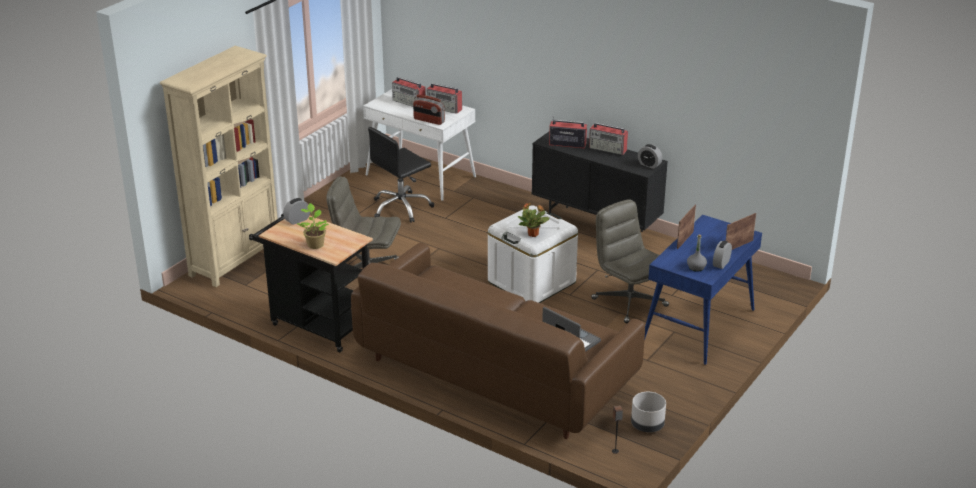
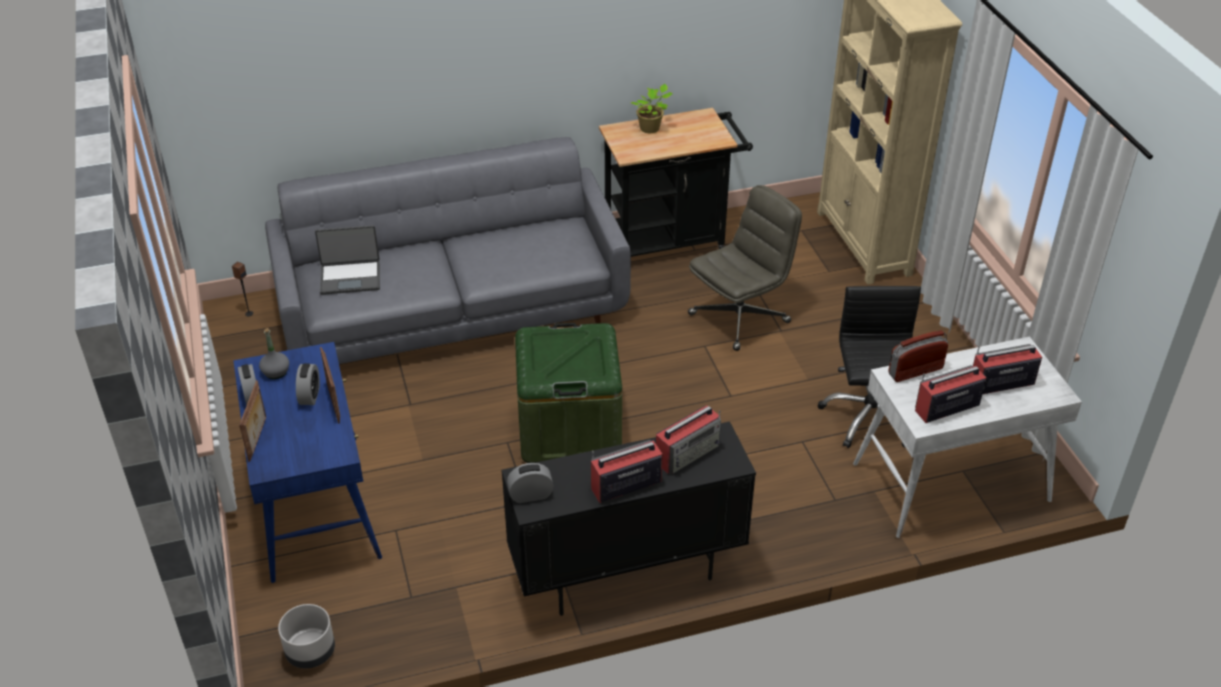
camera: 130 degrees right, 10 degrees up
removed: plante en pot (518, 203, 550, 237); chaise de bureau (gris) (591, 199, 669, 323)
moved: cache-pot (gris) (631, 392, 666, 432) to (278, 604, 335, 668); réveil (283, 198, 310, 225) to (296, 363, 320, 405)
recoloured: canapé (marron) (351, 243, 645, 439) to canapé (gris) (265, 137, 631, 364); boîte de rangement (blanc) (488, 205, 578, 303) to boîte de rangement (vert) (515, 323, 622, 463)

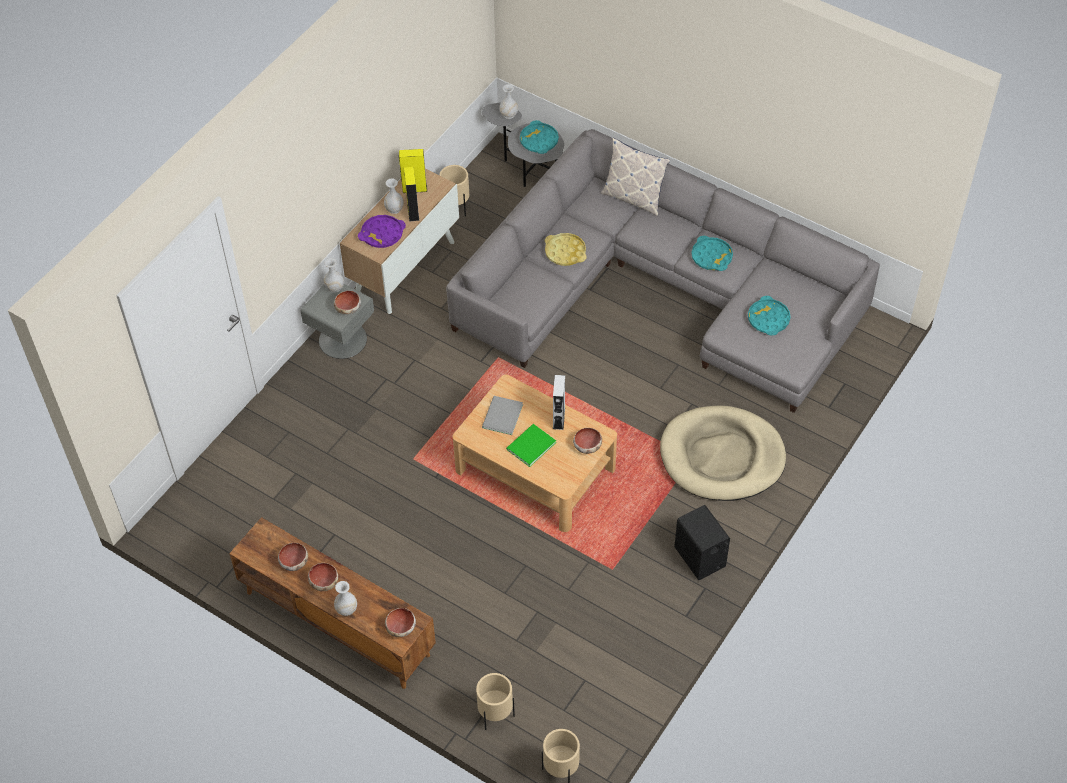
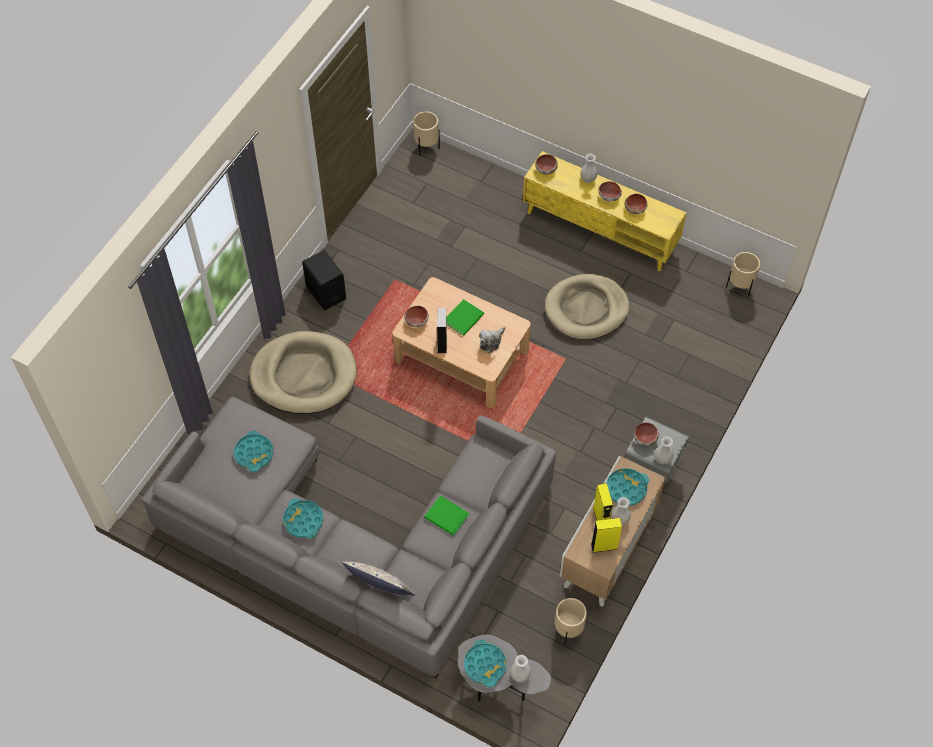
camera: 175 degrees right, 5 degrees up
added: panier pour chien (beige) (545, 274, 629, 340)
moved: cache-pot (beige) (476, 673, 515, 730) to (726, 252, 760, 297)
replaced: plateau (jaune) (545, 233, 587, 266) to livre (vert) (424, 495, 470, 536); livre (gris) (482, 396, 523, 435) to peluche (479, 327, 505, 353)
recoloured: meuble télé (marron) (229, 517, 436, 689) to meuble télé (jaune) (523, 151, 686, 271); plateau (violet) (358, 215, 406, 248) to plateau (turquoise) (607, 468, 649, 506)

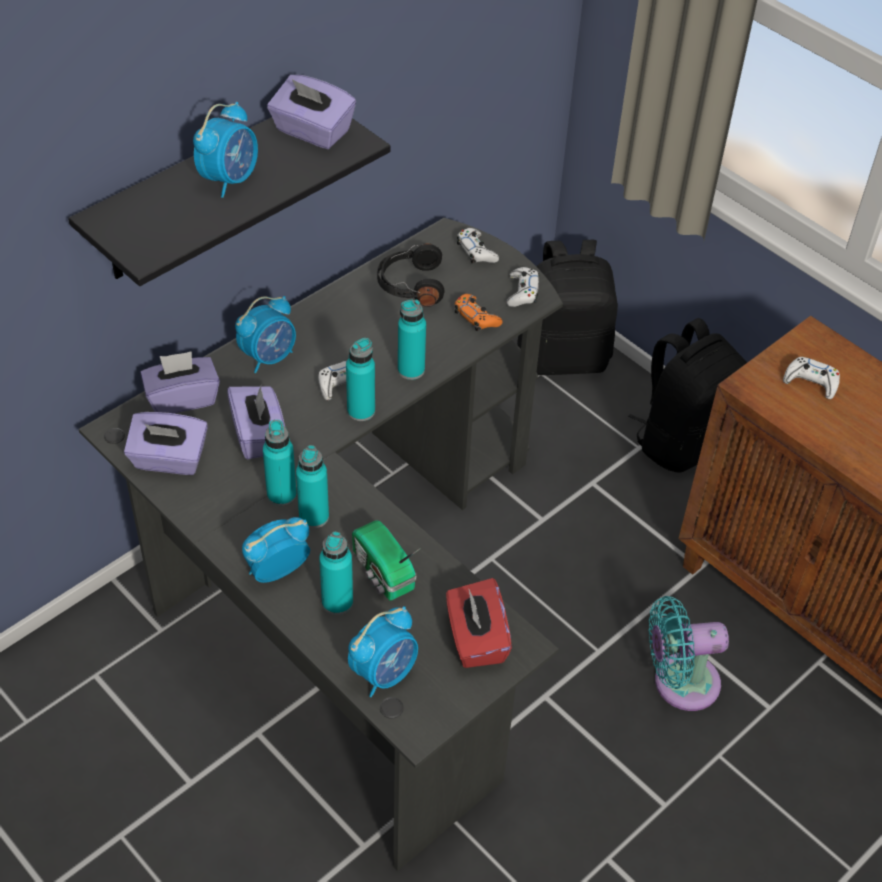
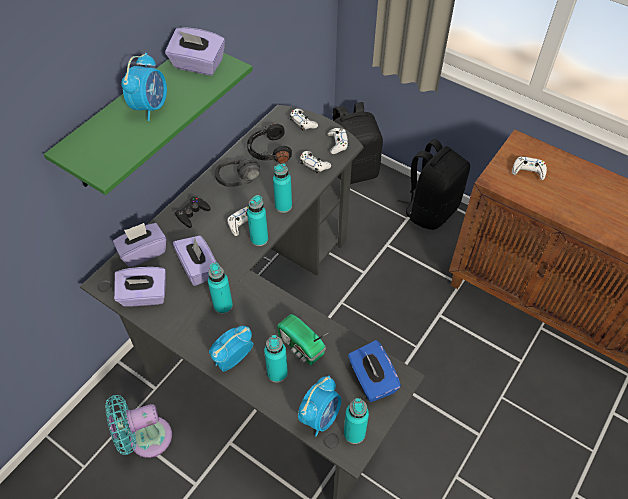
camera: 10 degrees left, 5 degrees up
added: casque audio (noir) (215, 158, 260, 187)
moved: ventilateur (turquoise) (649, 596, 729, 711) to (105, 395, 172, 458); bouteille (turquoise) (296, 445, 329, 528) to (344, 398, 369, 444)
replaced: réveil (235, 296, 296, 373) to manette (noir) (175, 197, 211, 228)
recoloured: étagère (noir) (68, 117, 391, 286) to étagère (vert) (44, 53, 253, 195); manette (orange) (455, 294, 502, 331) to manette (blanc) (300, 151, 331, 174); boîte à mouchoirs (rouge) (446, 578, 512, 668) to boîte à mouchoirs (bleu) (348, 340, 401, 402)

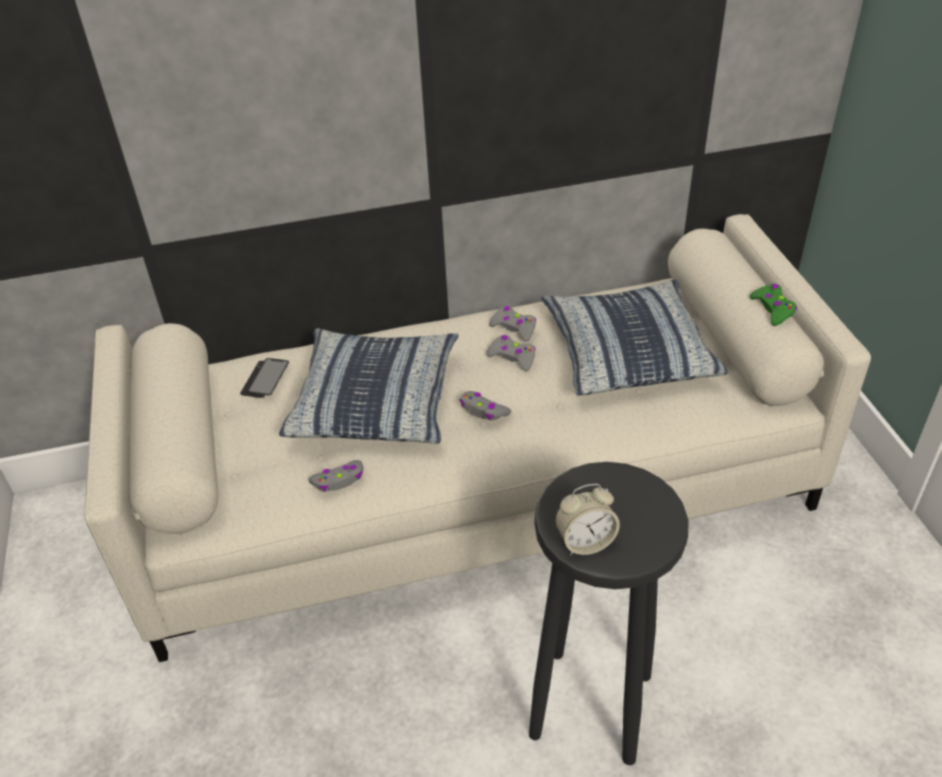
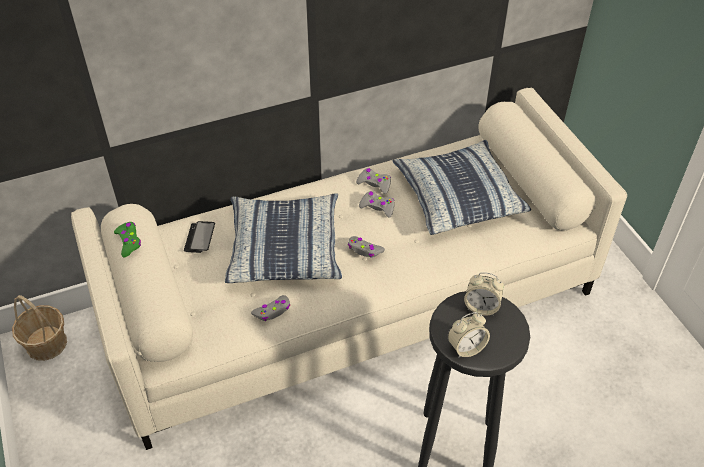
camera: 10 degrees left, 5 degrees up
added: panier (12, 295, 67, 361); réveil (464, 272, 504, 316)
moved: manette (vert) (750, 284, 797, 326) to (114, 222, 141, 258)

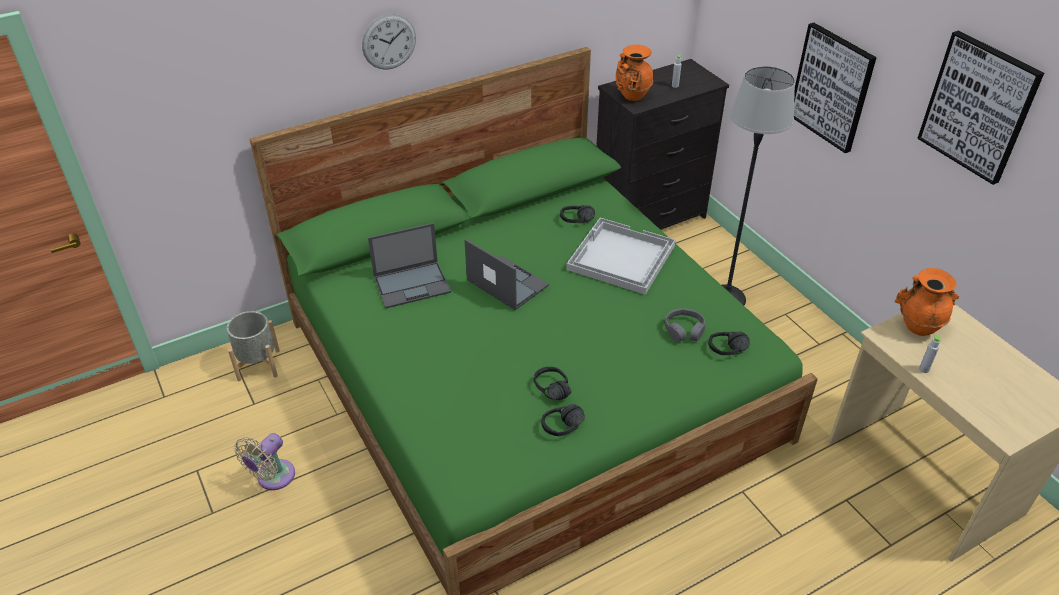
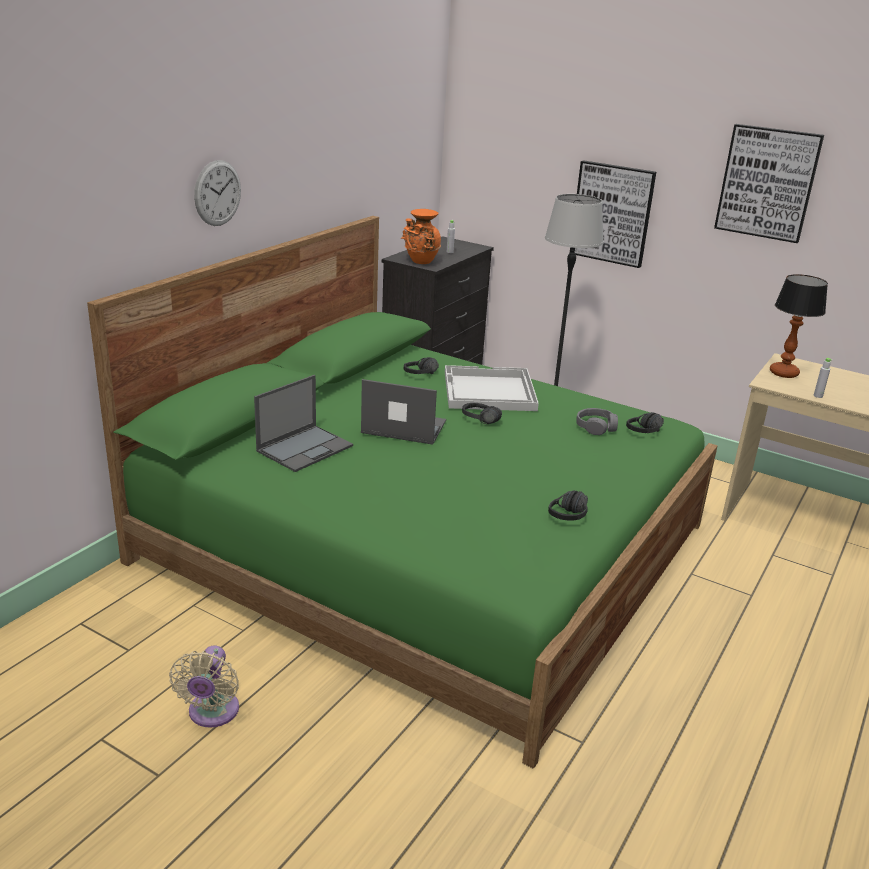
camera: 30 degrees left, 15 degrees down
removed: cache-pot (gris) (226, 311, 280, 381)
moved: casque audio (noir) (533, 367, 571, 400) to (462, 403, 502, 424)
replaced: vase (orange) (895, 268, 959, 336) to lampe de table (770, 274, 828, 378)

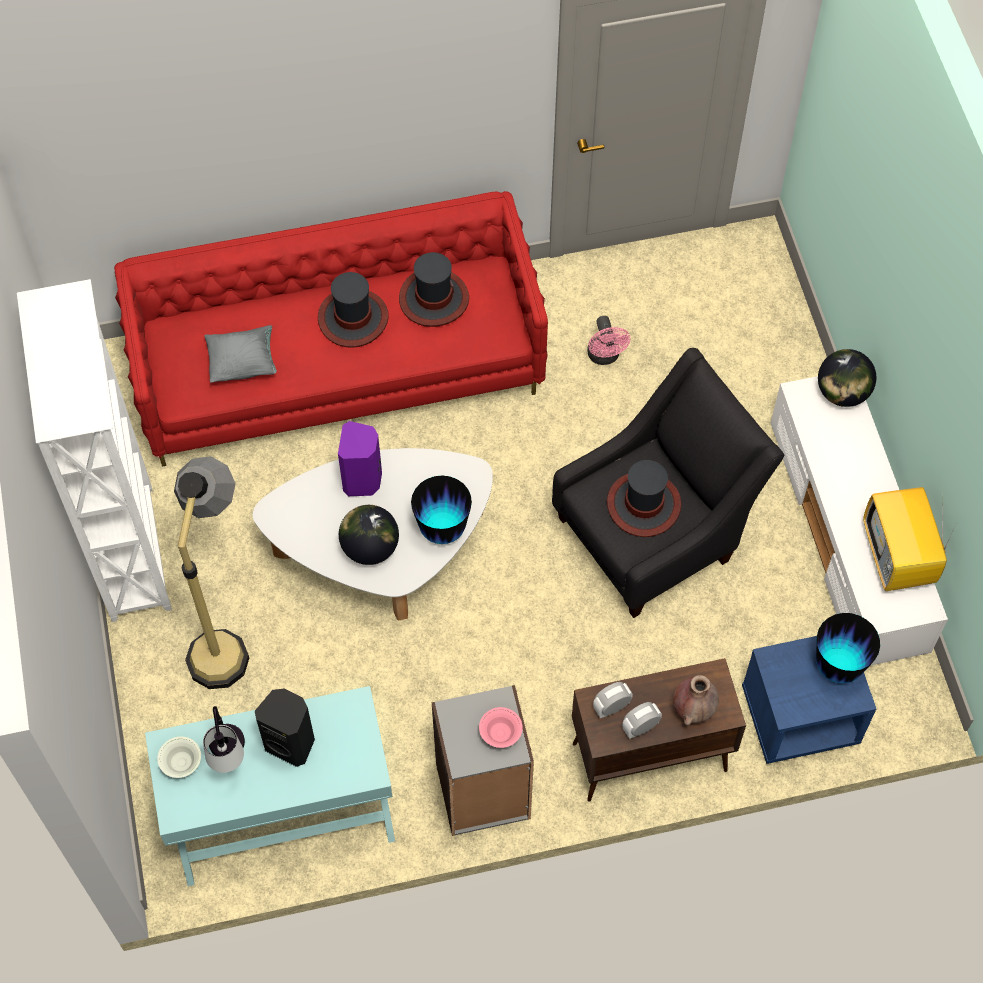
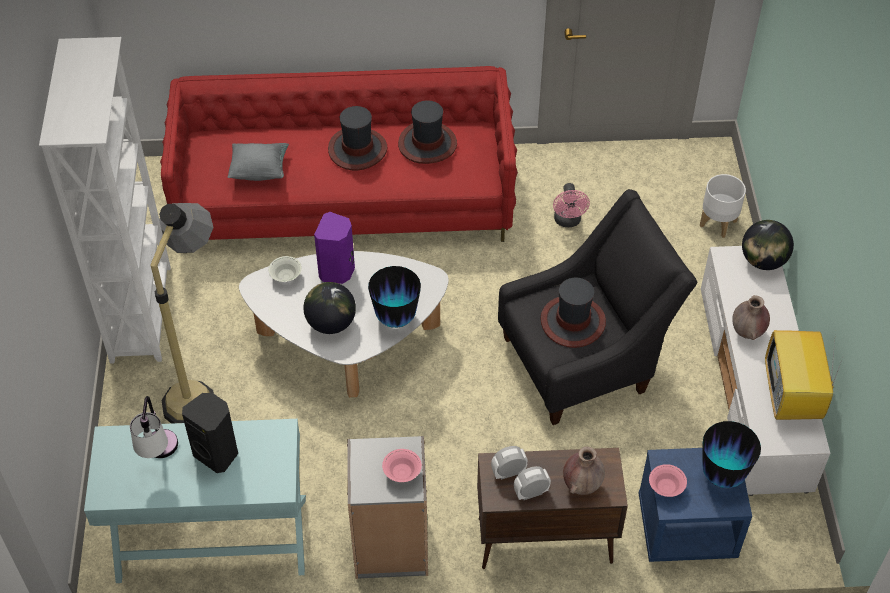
camera: 10 degrees right, 10 degrees down
added: bol (rose) (649, 464, 687, 497); cache-pot (blanc) (700, 174, 746, 238); vase (marron) (732, 295, 770, 340)
moved: bol (blanc) (157, 736, 201, 778) to (268, 256, 302, 282)

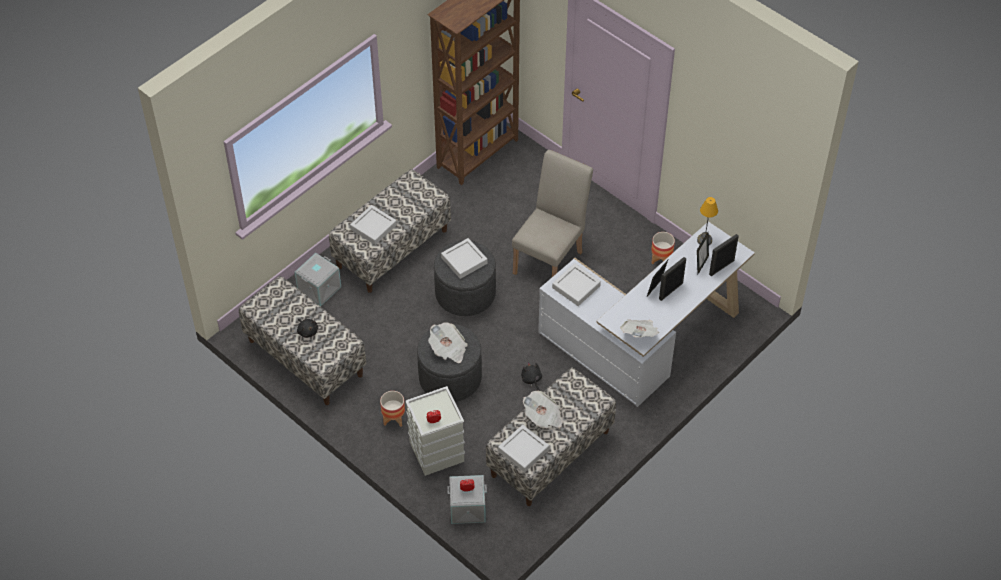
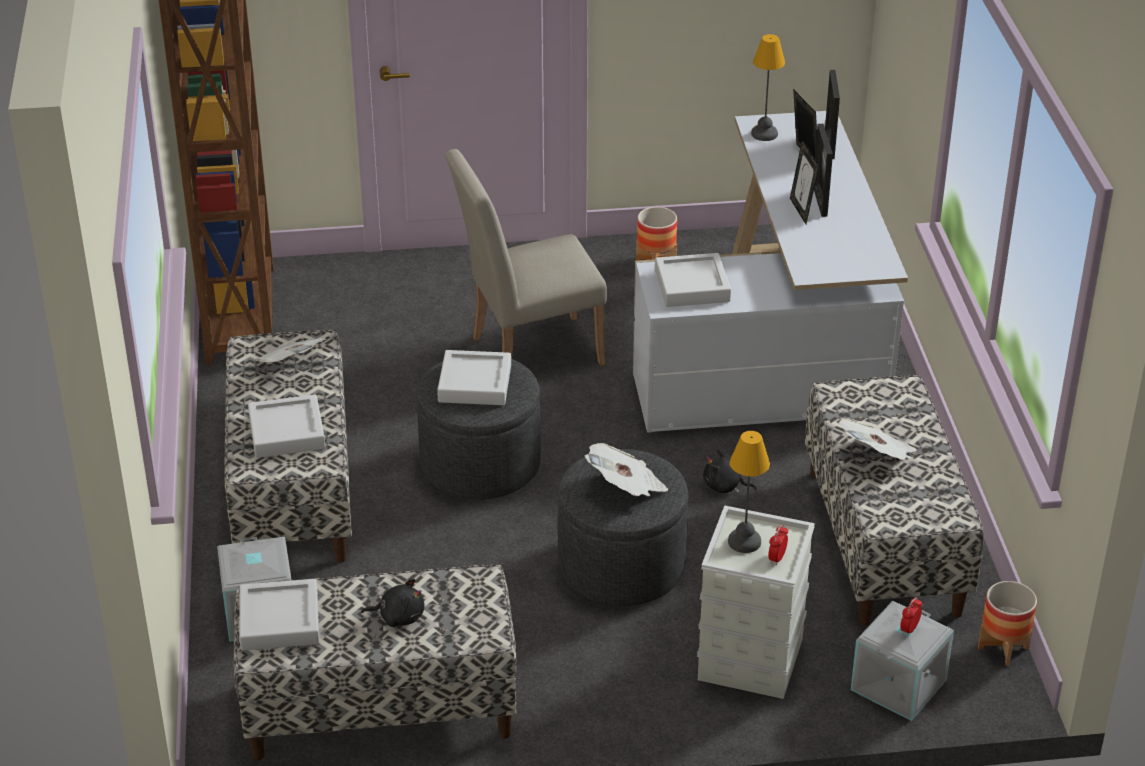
camera: 50 degrees left, 15 degrees down
added: lampe de table (728, 431, 770, 553)
moved: plateau (gris) (498, 425, 549, 472) to (239, 579, 319, 651); journal (620, 319, 659, 337) to (256, 338, 326, 362); cache-pot (380, 391, 405, 427) to (978, 581, 1037, 666)
turned: chaise (beige) (512, 150, 593, 277) = (445, 149, 607, 366) 90 degrees counterclockwise

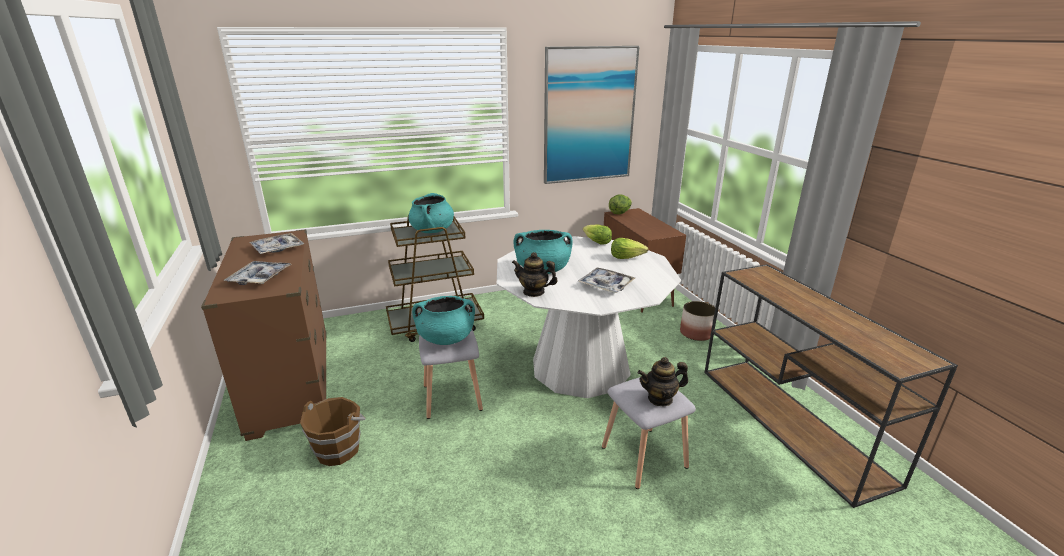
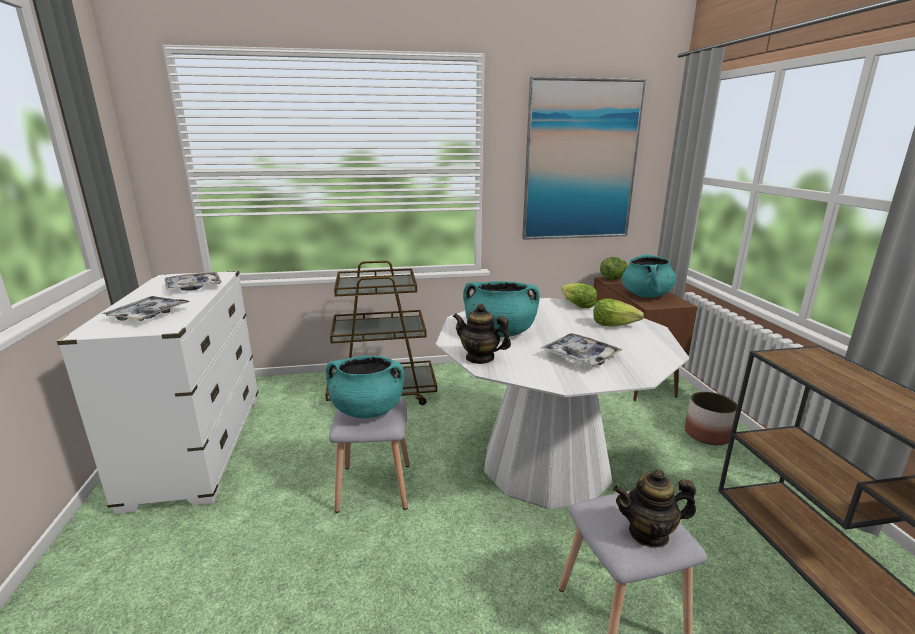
camera: 10 degrees right, 5 degrees down
removed: seau (marron) (300, 397, 365, 466)
moved: marmite (turquoise) (408, 193, 454, 233) to (622, 254, 676, 297)
recoloured: commode (marron) (201, 229, 327, 441) to commode (blanc) (57, 271, 258, 514)

